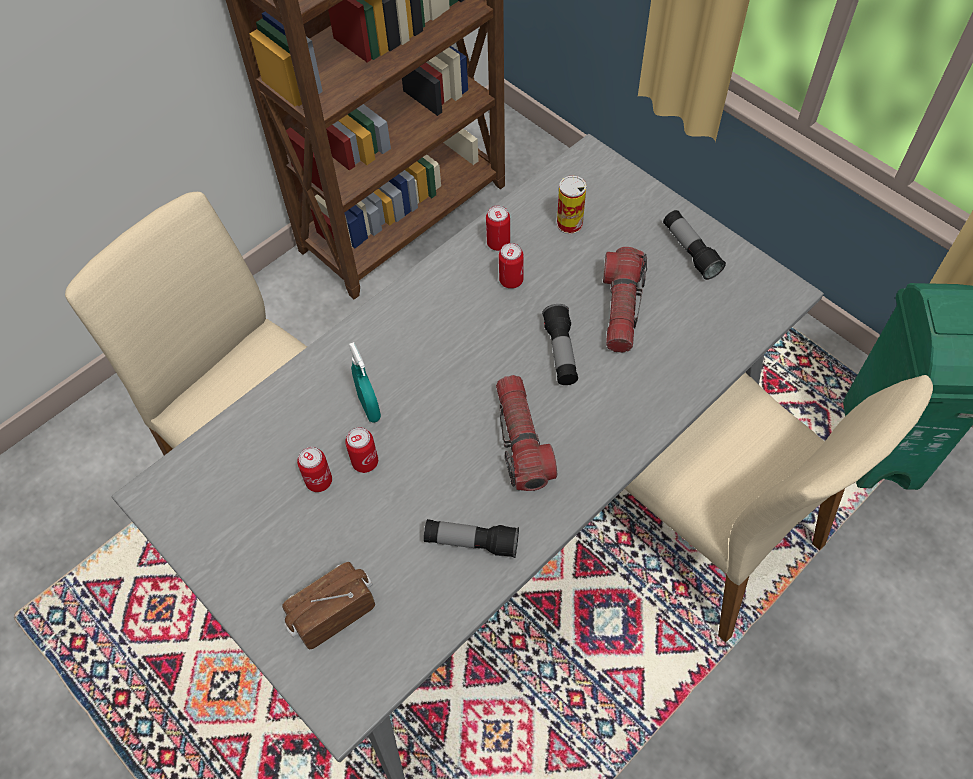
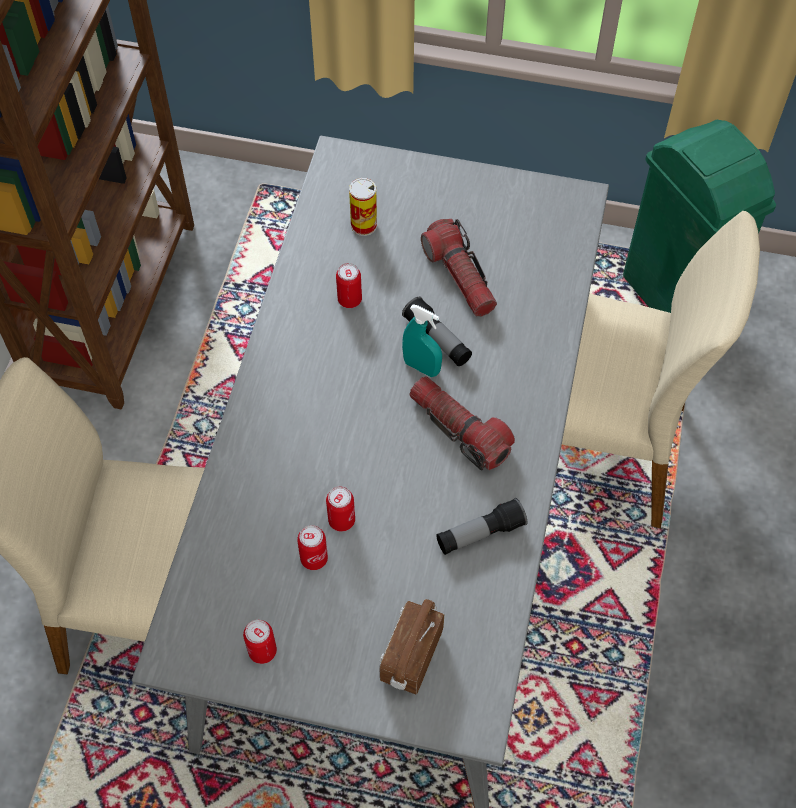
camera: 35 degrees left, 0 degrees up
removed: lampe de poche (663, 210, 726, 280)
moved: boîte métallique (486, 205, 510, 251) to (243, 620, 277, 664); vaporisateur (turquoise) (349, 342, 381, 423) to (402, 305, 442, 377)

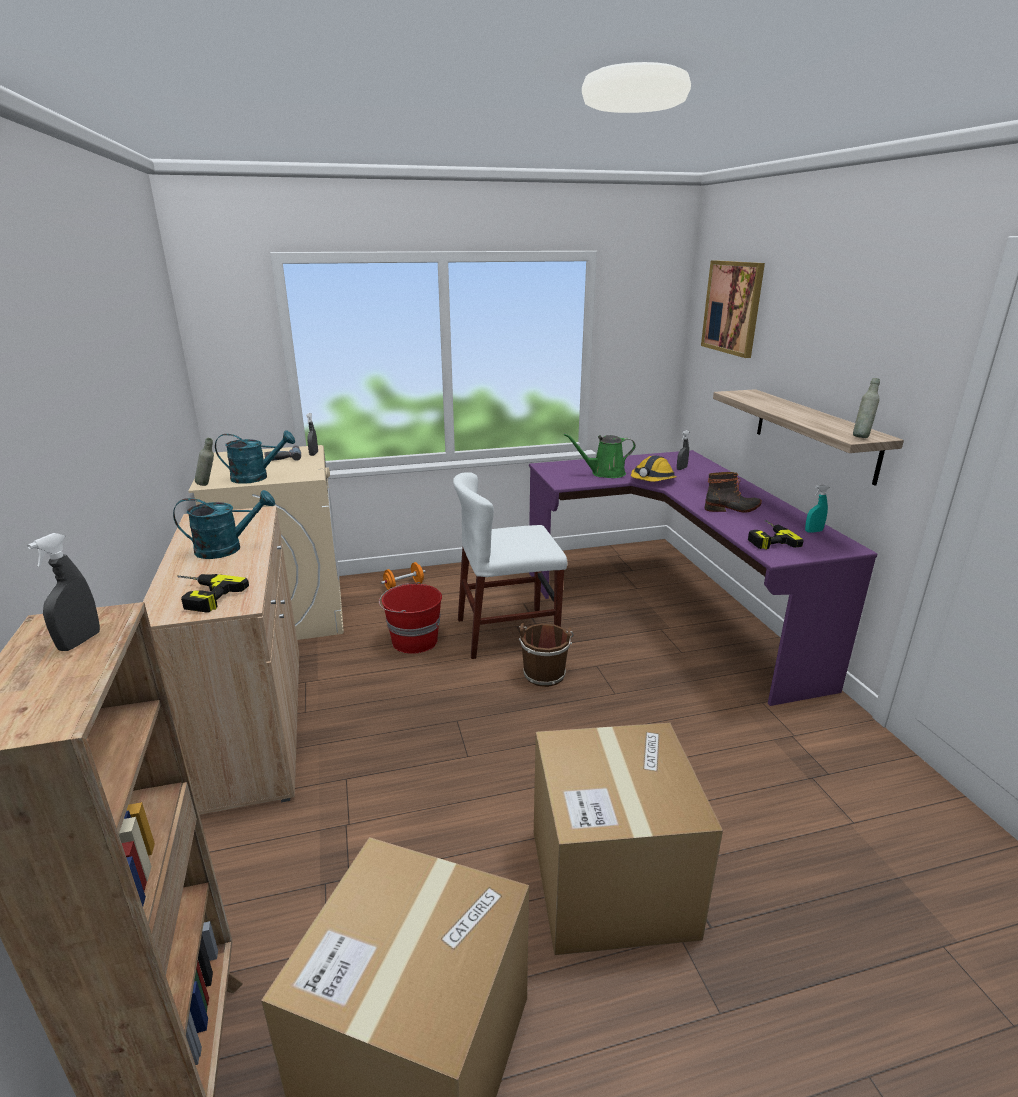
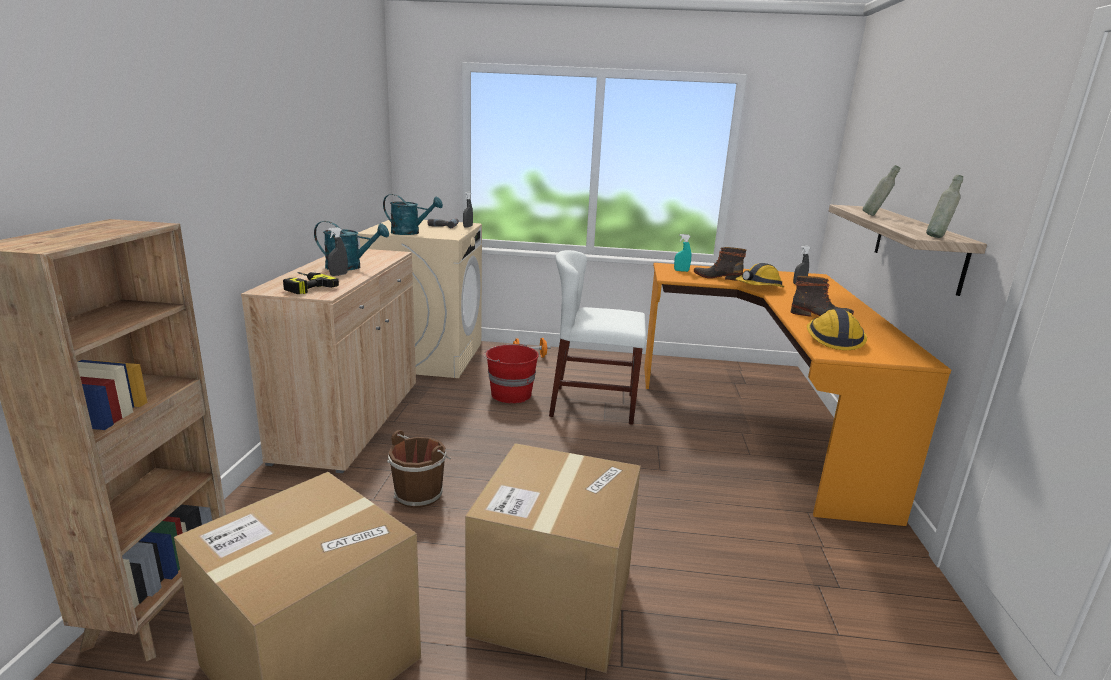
camera: 20 degrees right, 5 degrees down
removed: tableau (701, 260, 765, 358)
moved: vaporisateur (gris) (27, 533, 100, 651) to (328, 227, 348, 276); seau (marron) (519, 623, 574, 687) to (387, 430, 451, 508); vaporisateur (turquoise) (805, 485, 829, 533) to (674, 234, 691, 272); bouteille (gris) (195, 438, 214, 486) to (863, 165, 900, 216)
replaced: arrosoir (vert) (564, 433, 636, 478) to botte (694, 247, 746, 281); perceuse (748, 520, 804, 550) to casque de chantier (807, 309, 867, 350)
recoloured: bureau (violet) (529, 450, 878, 706) to bureau (orange) (644, 263, 951, 526)

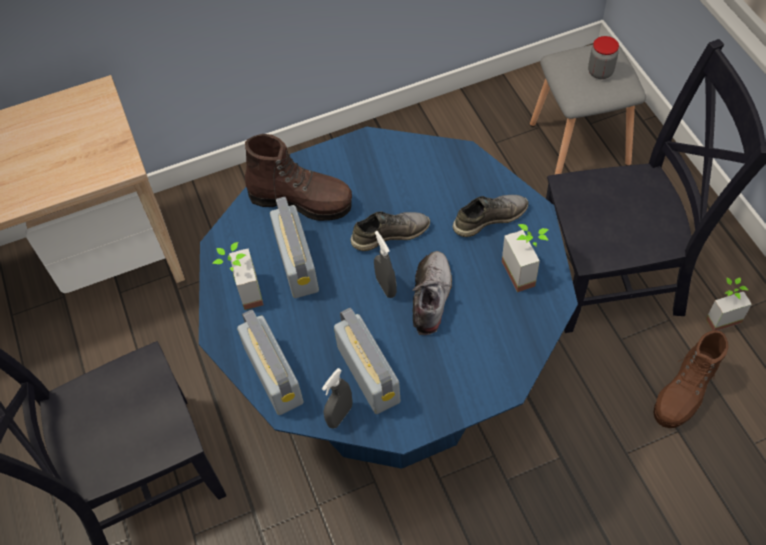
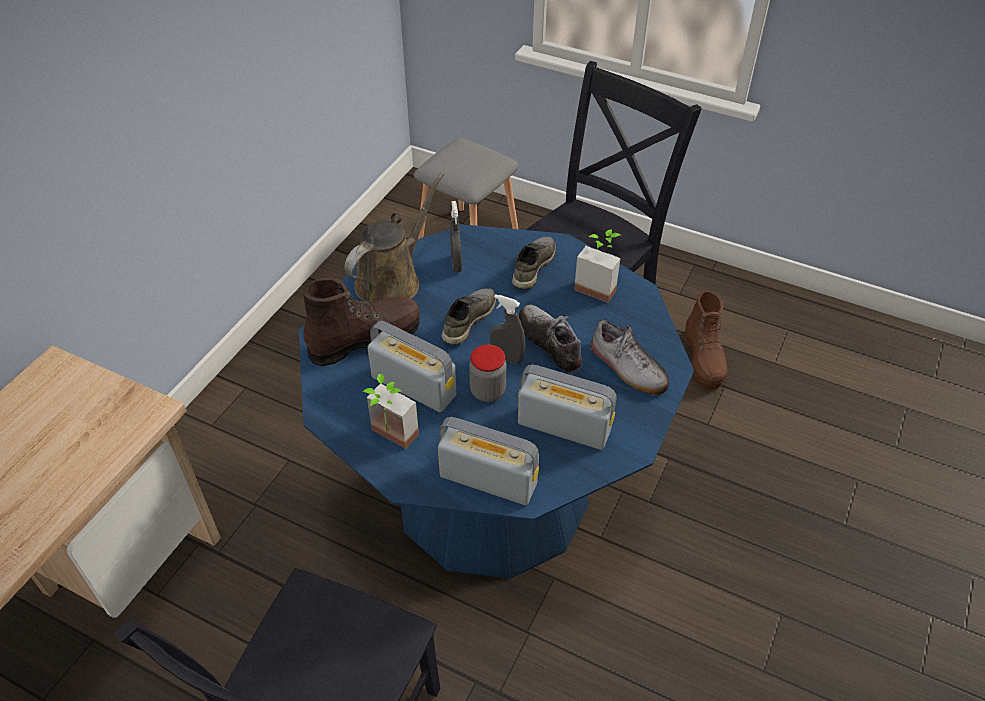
camera: 45 degrees left, 10 degrees down
removed: plante en pot (706, 277, 752, 331)
added: arrosoir (marron) (344, 173, 444, 302); chaussure (590, 318, 669, 396)
moved: vaporisateur (gris) (322, 368, 353, 429) to (450, 201, 462, 272); bocal (588, 36, 619, 79) to (469, 345, 506, 402)

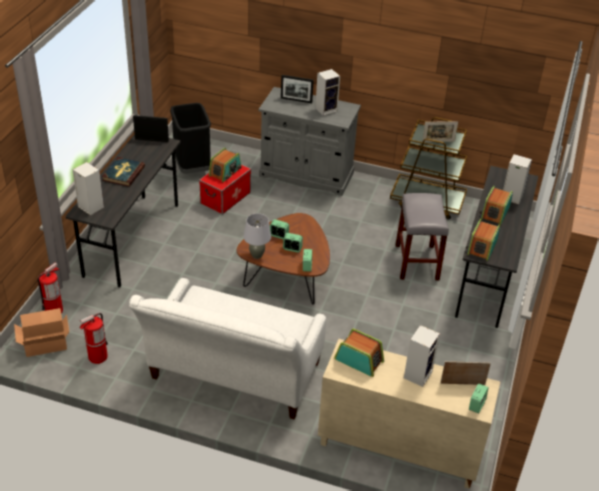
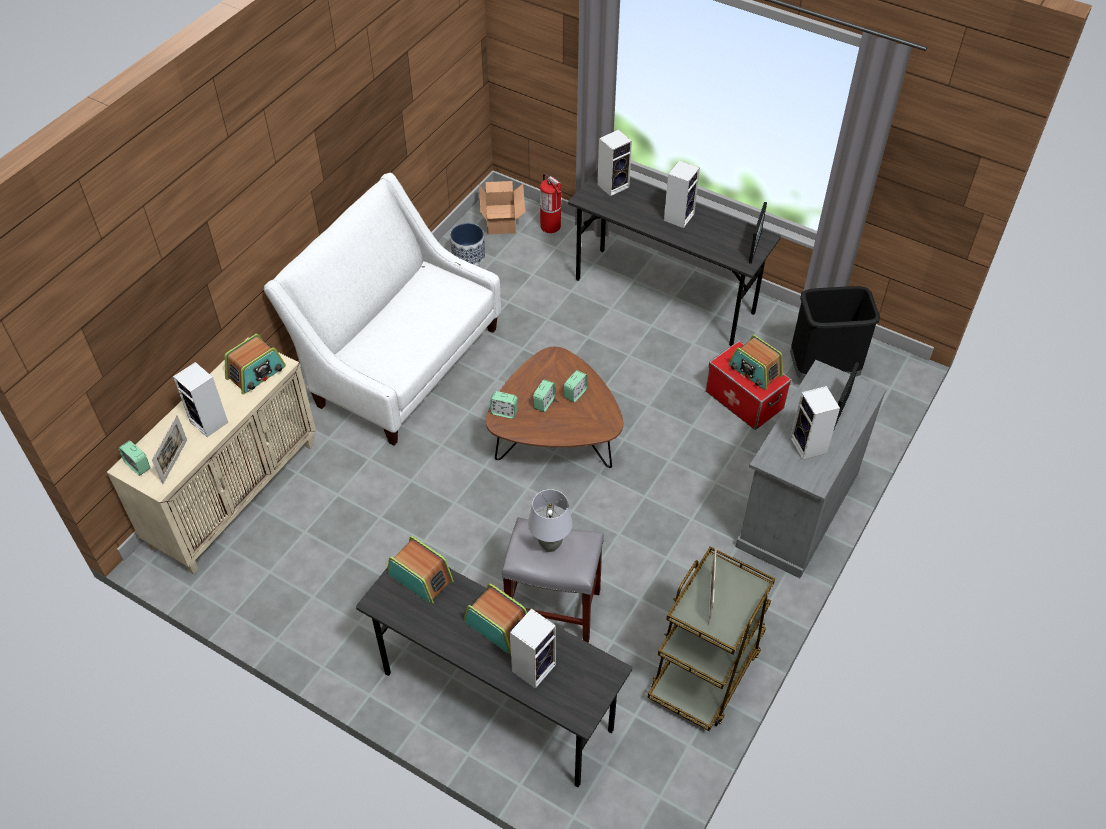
camera: 105 degrees right, 10 degrees up
moved: lampe de table (gris) (243, 213, 271, 259) to (528, 489, 573, 552)
replaced: extincteur (80, 313, 108, 364) to cache-pot (450, 223, 485, 266); livre (102, 157, 145, 187) to enceinte (664, 160, 700, 228)

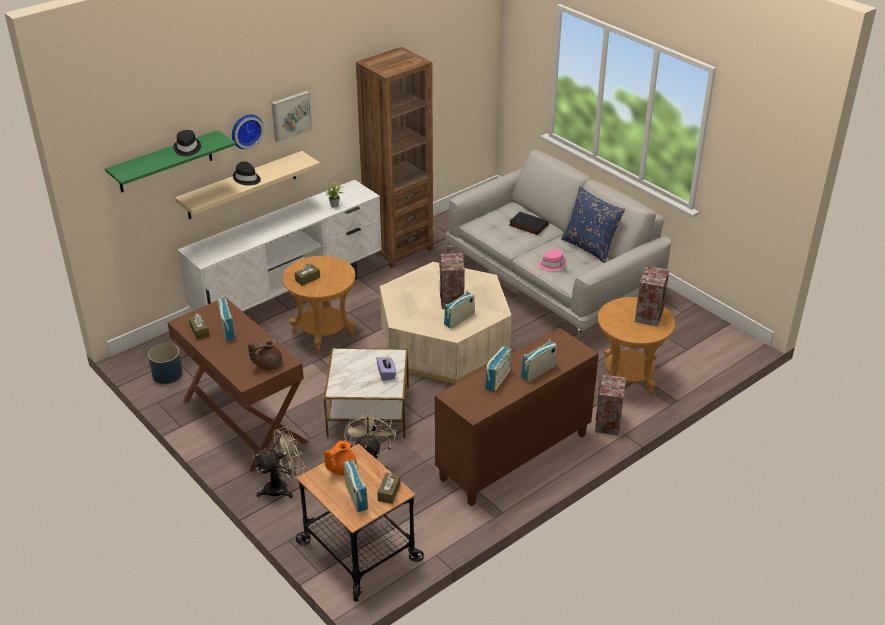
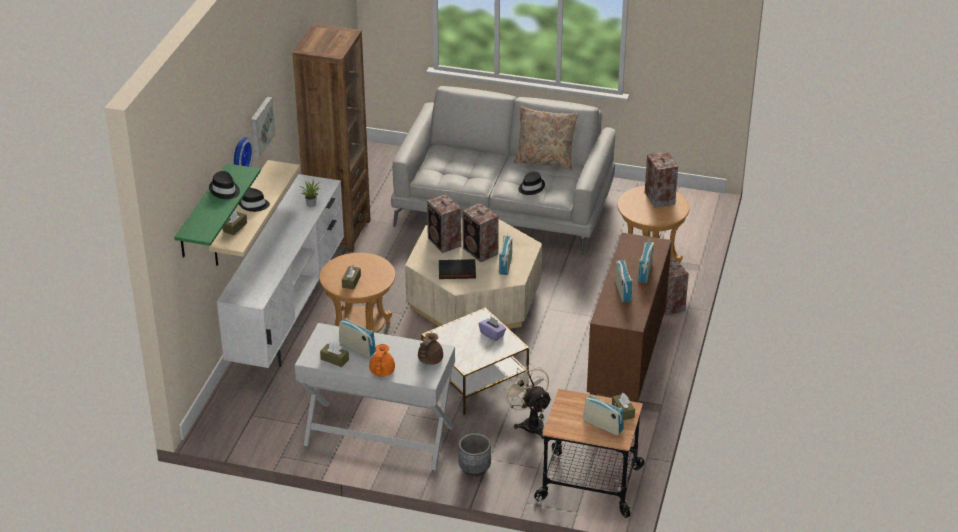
camera: 35 degrees left, 0 degrees up
removed: cache-pot (bleu) (148, 343, 183, 384)
added: boîte à mouchoirs (marron) (223, 210, 247, 235); enceinte (427, 194, 461, 253)
moved: théière (orange) (324, 440, 357, 476) to (369, 344, 395, 377); livre (noir) (509, 212, 549, 235) to (439, 259, 476, 279)
replaced: ventilateur (beige) (253, 427, 305, 498) to cache-pot (gris) (458, 433, 491, 477)
recoloured: table console (marron) (167, 297, 308, 472) to table console (blanc) (295, 323, 455, 470); coussin (bleu) (561, 186, 625, 263) to coussin (beige) (514, 106, 578, 170); chapeau (rose) (538, 249, 567, 271) to chapeau (noir) (518, 171, 545, 195)

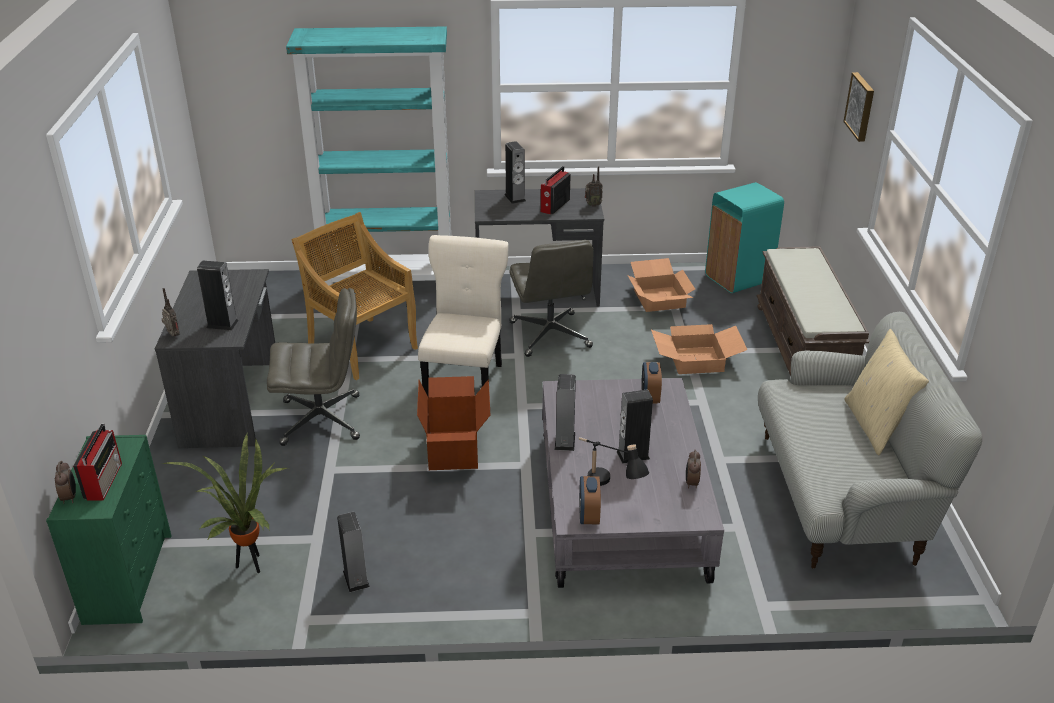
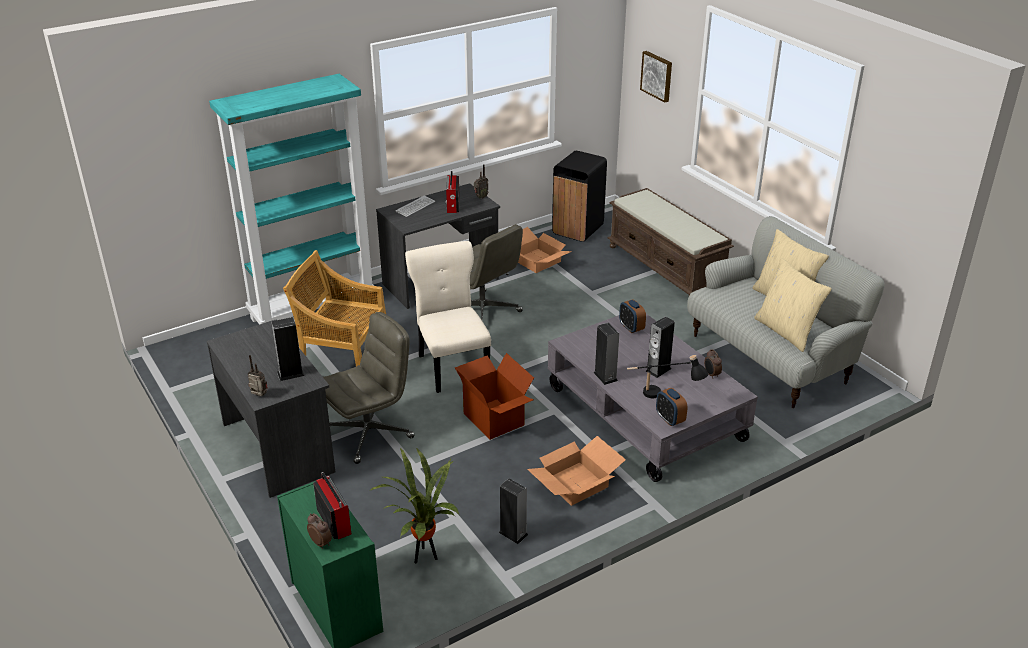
camera: 30 degrees left, 0 degrees up
added: coussin (beige) (754, 257, 832, 352)
moved: carton (651, 324, 747, 374) to (527, 436, 626, 506)
replaced: enceinte (505, 141, 526, 204) to clavier (395, 195, 435, 217)
recoloured: poubelle (turquoise) (705, 182, 784, 293) to poubelle (noir) (552, 151, 607, 242)

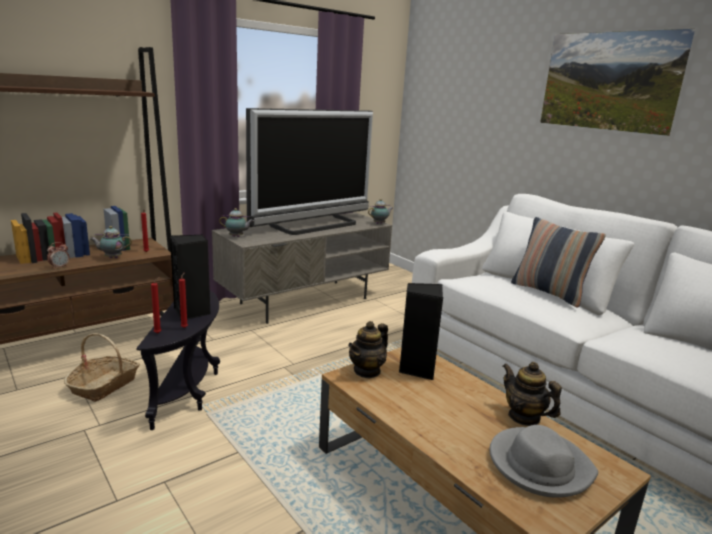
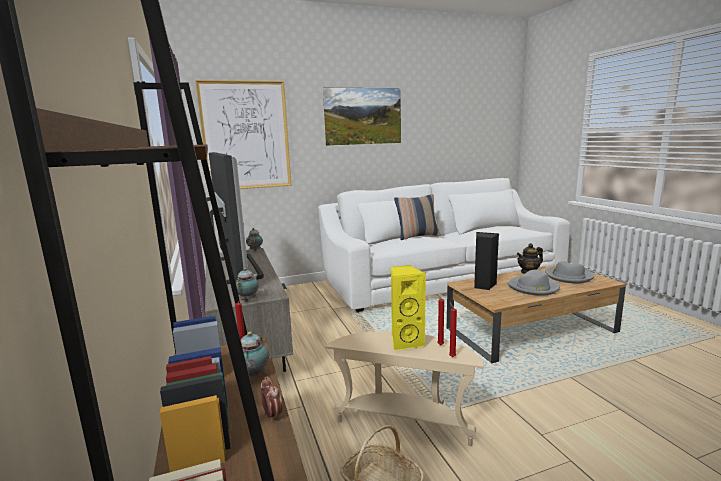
camera: 70 degrees left, 5 degrees down
removed: théière (348, 321, 388, 378)
added: tableau (195, 80, 292, 189); chapeau (gris) (507, 270, 560, 296)
recoloured: table d'appoint (noir) (136, 291, 220, 430) to table d'appoint (beige) (326, 331, 484, 446); enceinte (noir) (170, 235, 211, 319) to enceinte (jaune) (391, 265, 426, 351)

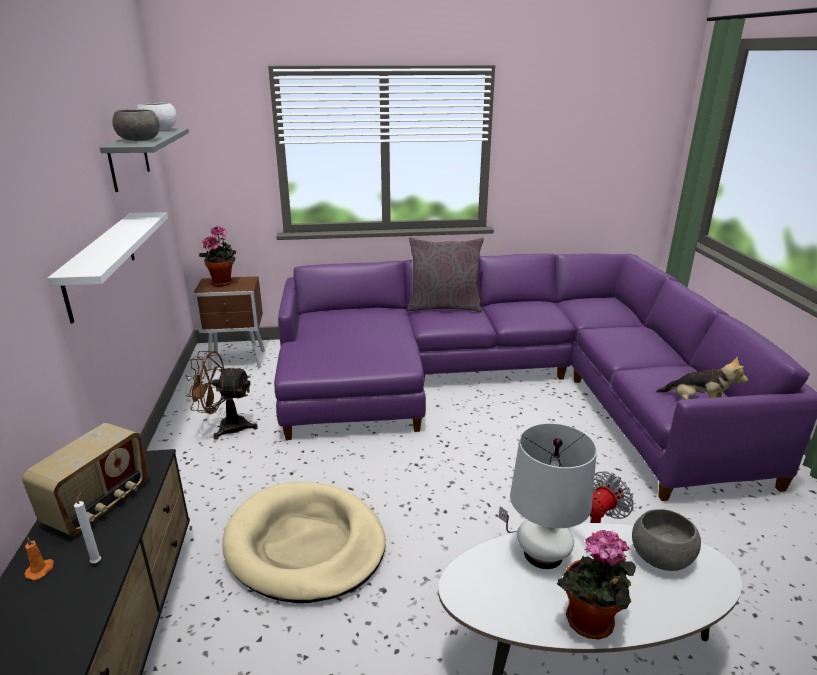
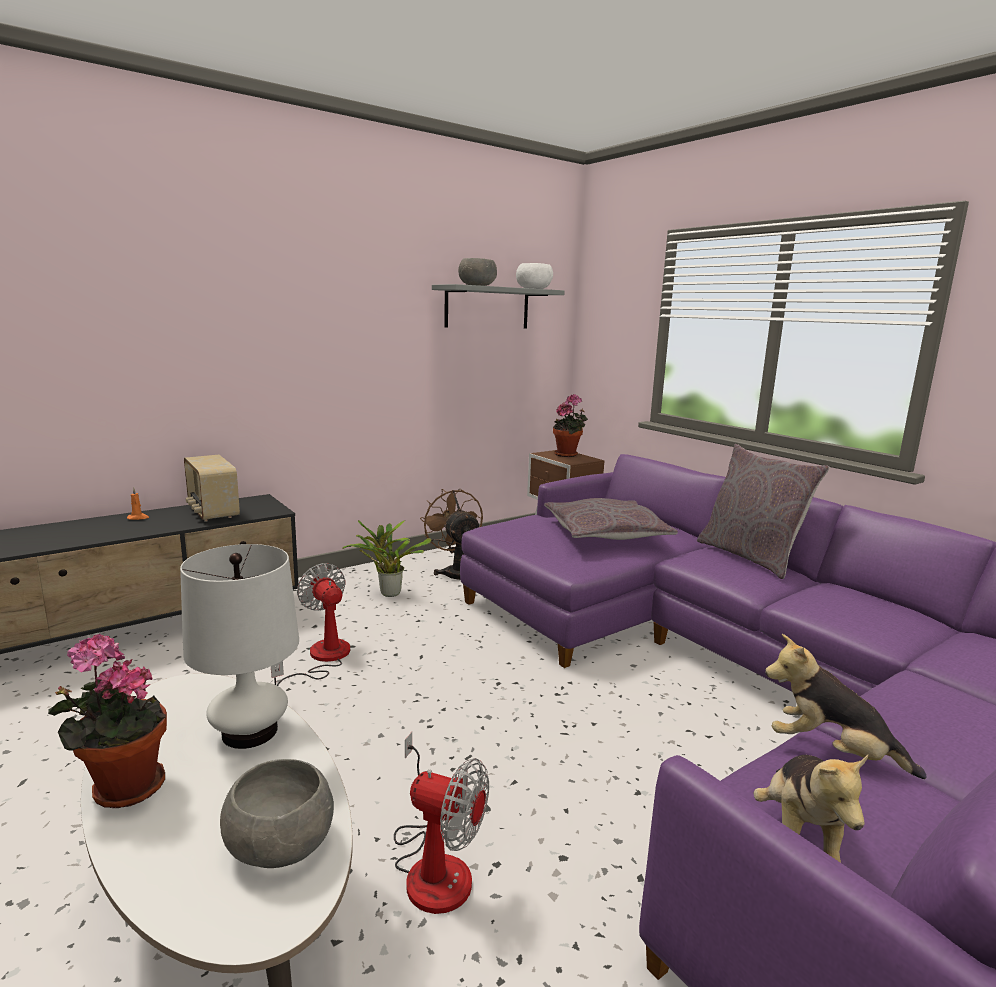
camera: 60 degrees right, 10 degrees down
removed: étagère (blanc) (47, 212, 168, 323); bougie (blanc) (74, 491, 101, 563)
added: plante en pot (342, 520, 432, 597); coussin (gris) (544, 498, 678, 540); peluche (765, 634, 927, 779)
replaced: panier pour chien (beige) (222, 482, 386, 603) to ventilateur (271, 563, 350, 686)
turned: radio (22, 423, 148, 536) = (184, 455, 240, 522) 60 degrees clockwise

